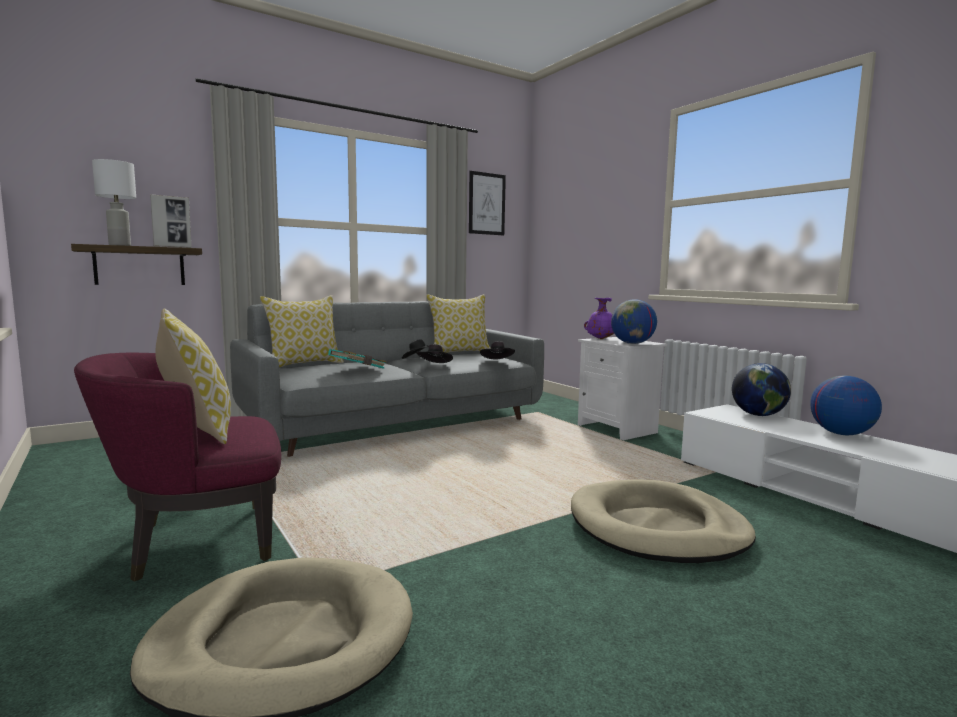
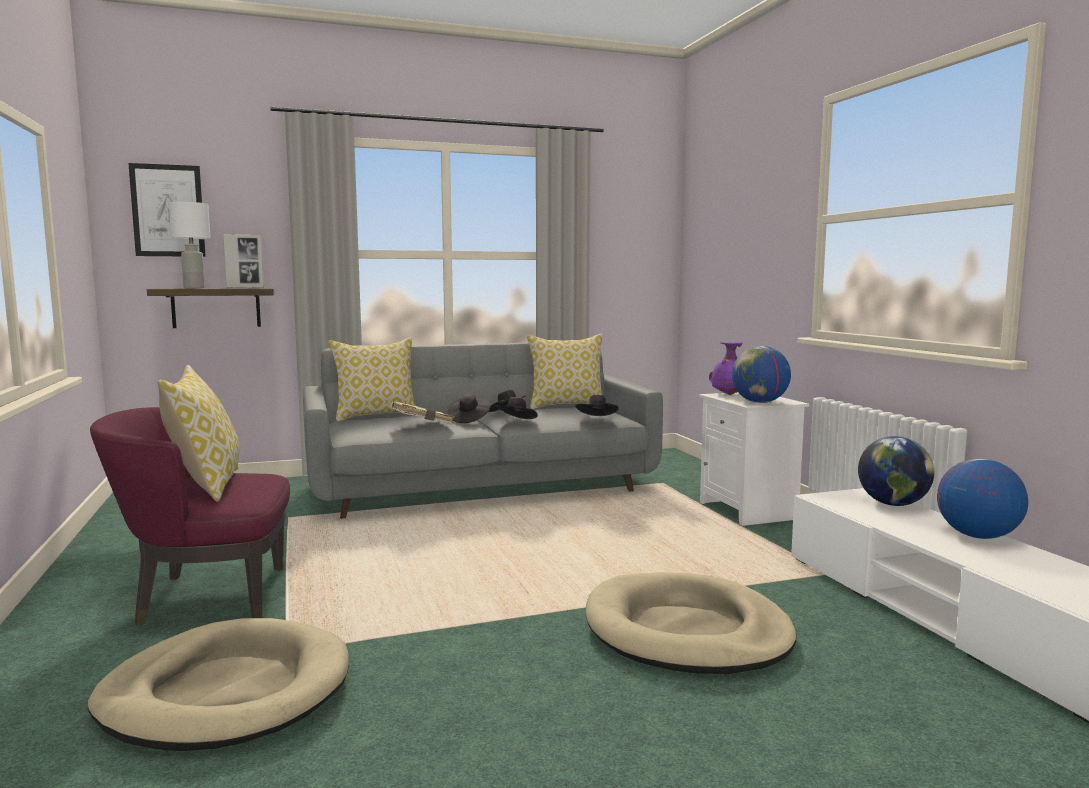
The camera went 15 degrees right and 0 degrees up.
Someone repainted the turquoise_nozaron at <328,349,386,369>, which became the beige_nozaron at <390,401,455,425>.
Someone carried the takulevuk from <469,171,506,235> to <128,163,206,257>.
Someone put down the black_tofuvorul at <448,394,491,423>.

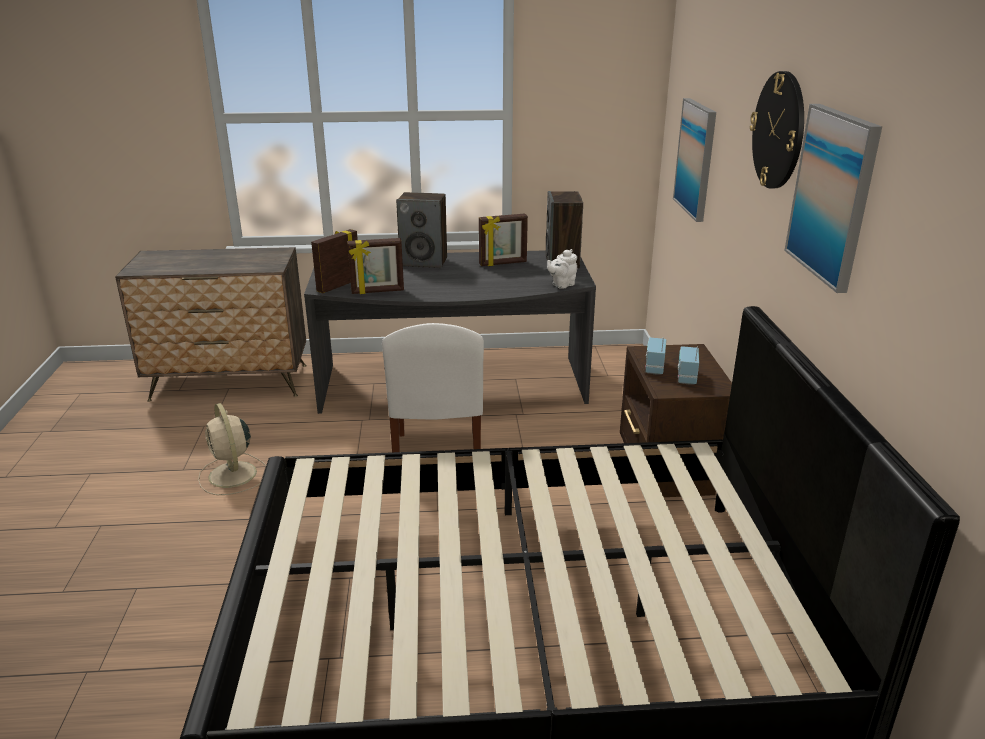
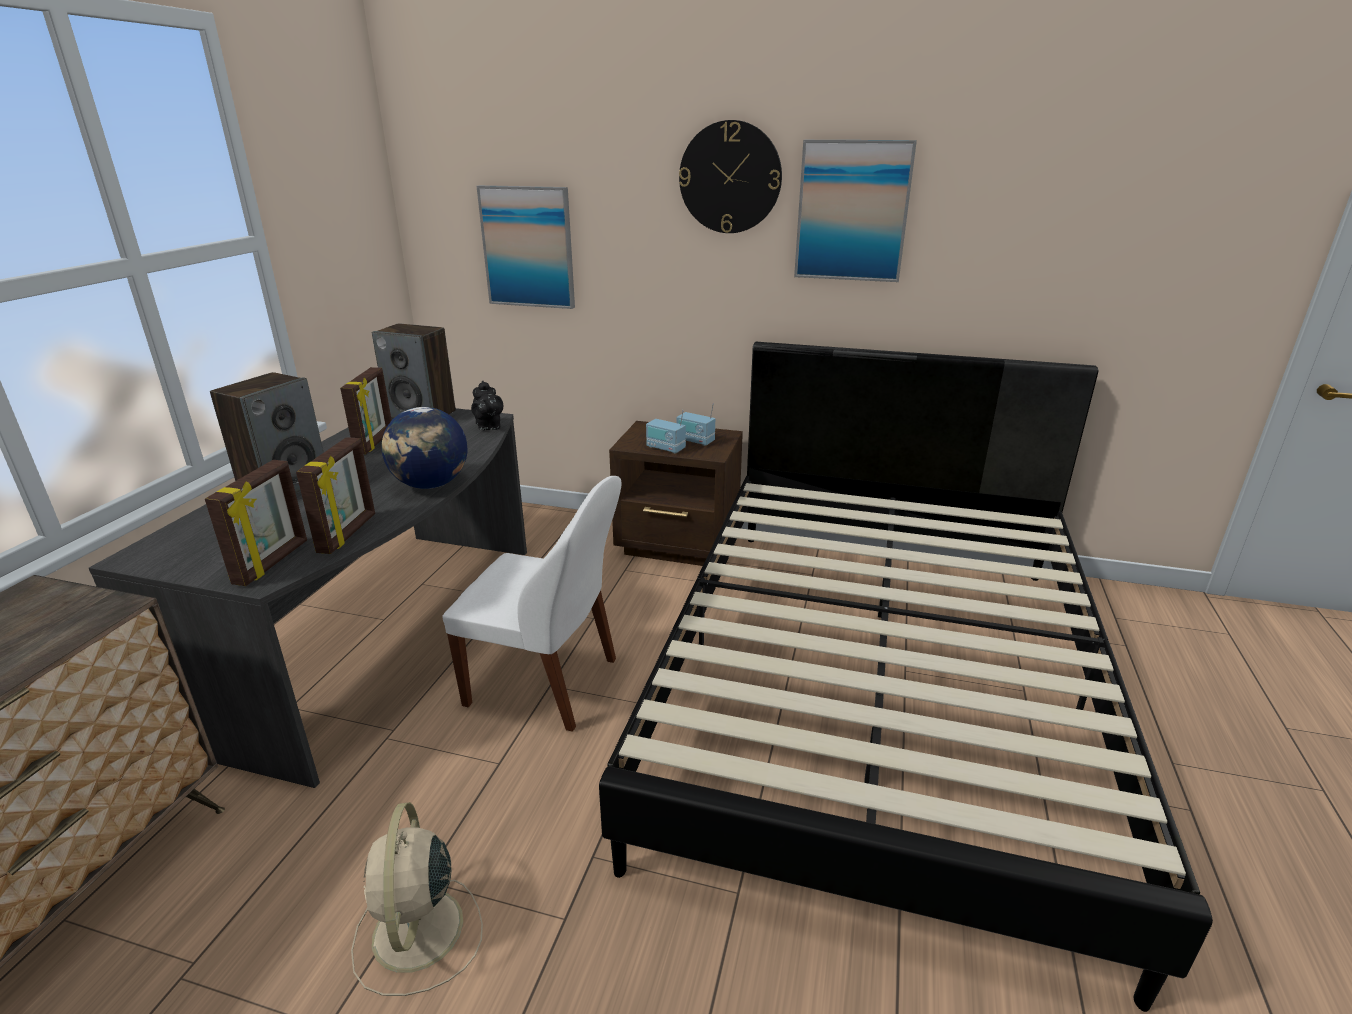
The camera went 70 degrees left and 0 degrees up.
Someone rotated the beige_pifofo at <198,403,266,495> by 90 degrees clockwise.
Someone rotated the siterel at <311,229,358,293> by 135 degrees counterclockwise.
Someone repainted the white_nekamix at <547,249,577,289>, which became the black_nekamix at <471,381,503,430>.
Someone put down the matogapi at <381,407,467,489>.

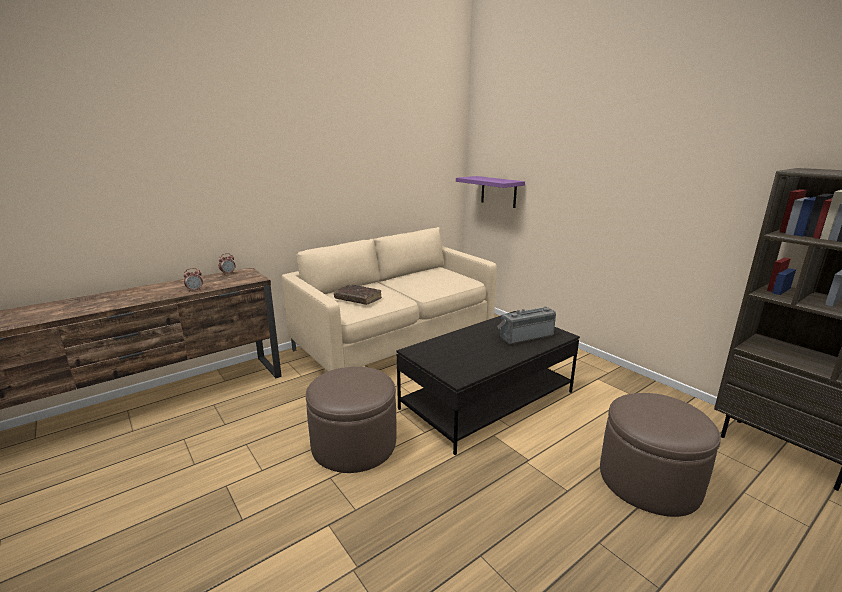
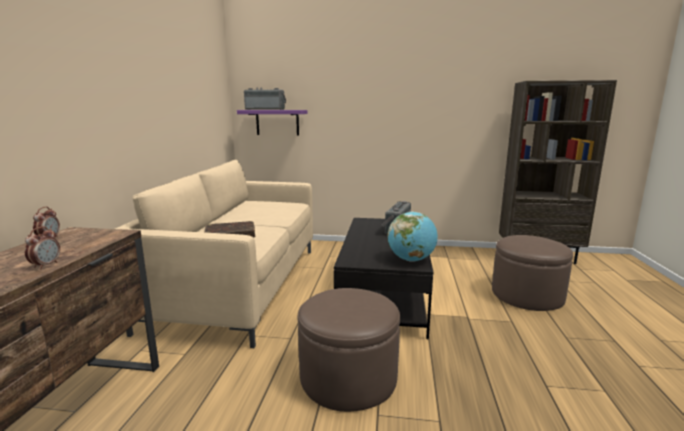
The camera went 45 degrees left and 5 degrees down.
Someone put down the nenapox at <244,88,286,110>.
Someone put down the matogapi at <387,211,438,262>.

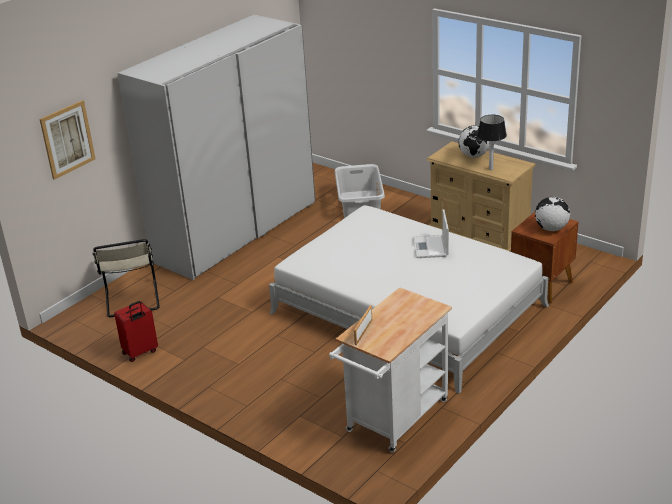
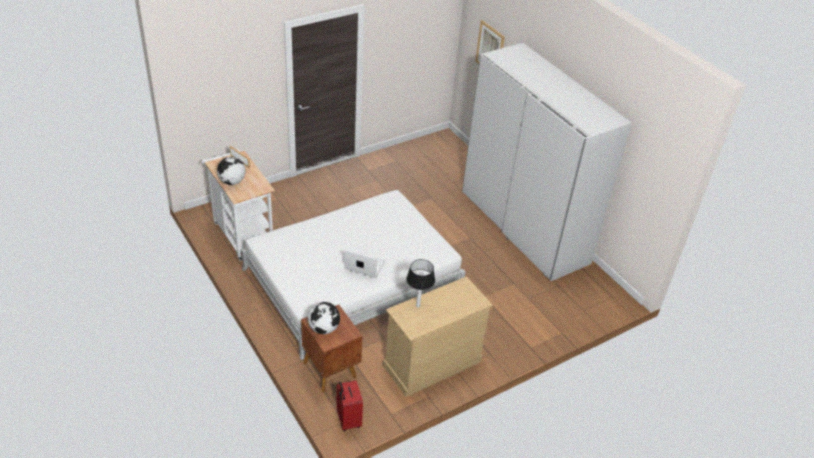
The camera went 105 degrees right and 10 degrees up.
Someone took away the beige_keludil at <93,239,160,317>.
Someone carried the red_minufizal from <114,301,158,362> to <337,380,363,431>.
Someone took away the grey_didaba at <335,164,385,218>.
Someone carried the matogapi from <458,126,490,158> to <217,157,246,185>.

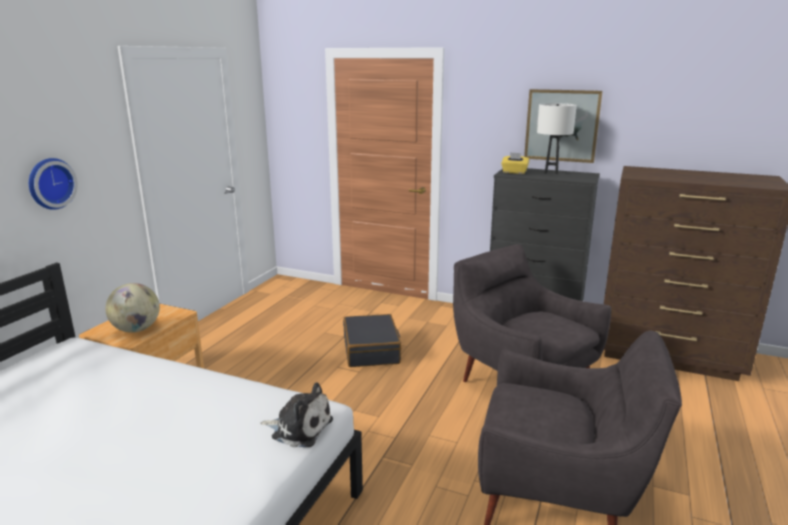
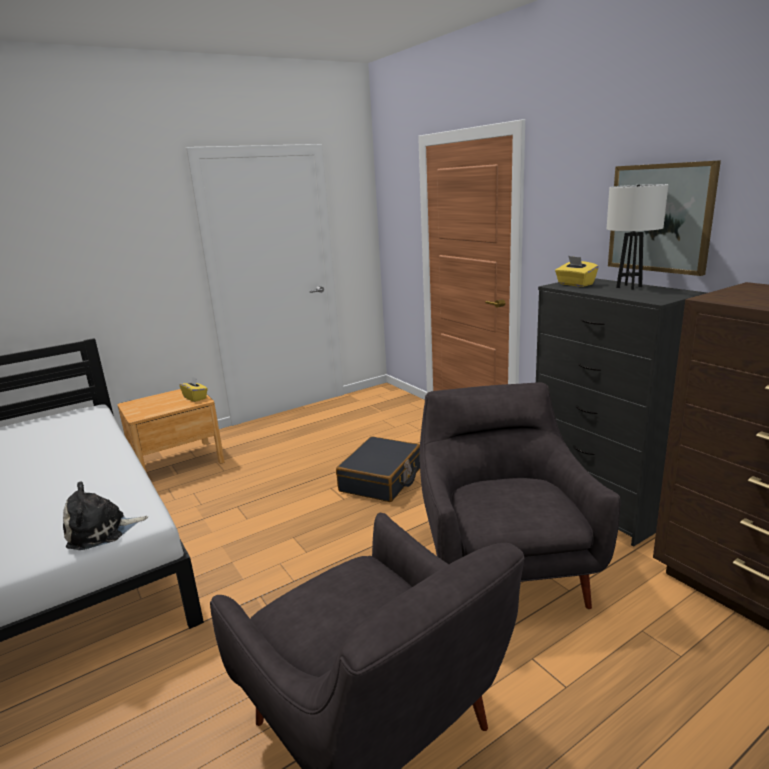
The camera went 35 degrees right and 0 degrees up.
Someone took away the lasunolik at <29,158,78,210>.
Someone took away the matogapi at <105,283,160,333>.
Someone rotated the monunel at <260,382,333,447> by 105 degrees clockwise.
Someone put down the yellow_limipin at <179,376,208,402>.

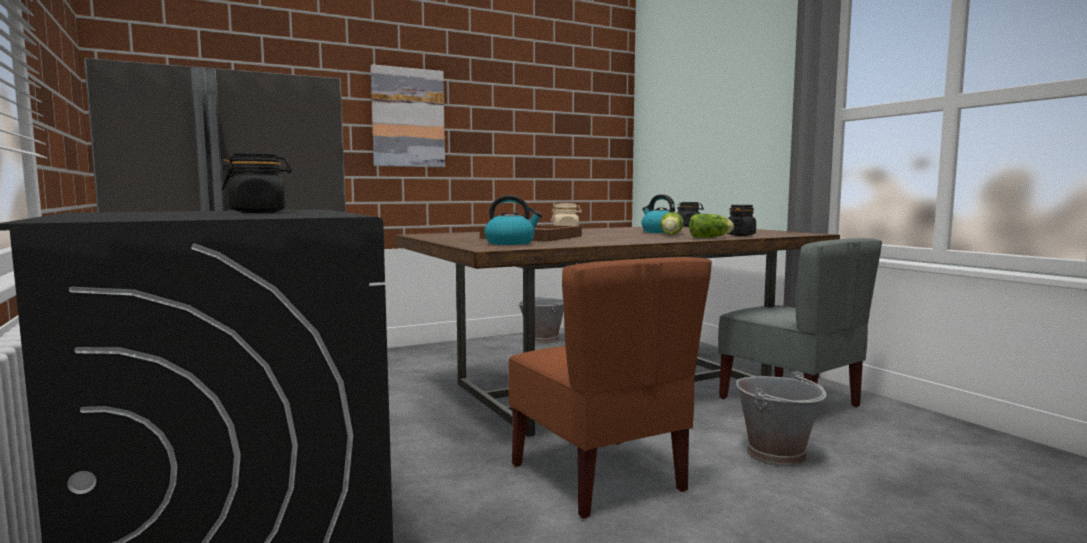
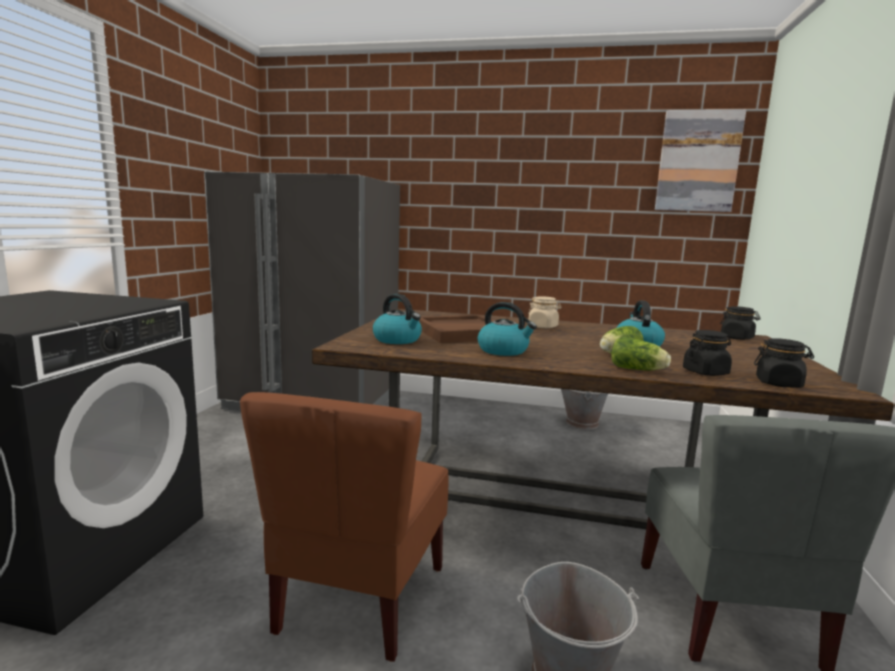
The camera went 40 degrees right and 5 degrees up.
Someone carried the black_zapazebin from <222,152,292,213> to <754,338,814,388>.
Someone carried the takulevuk from <370,64,445,167> to <655,110,746,212>.
Someone put down the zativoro at <478,302,537,356>.

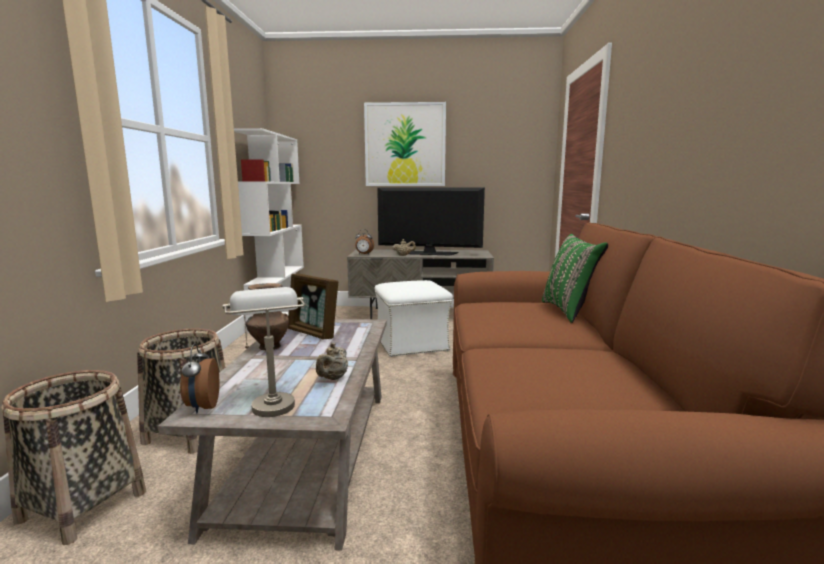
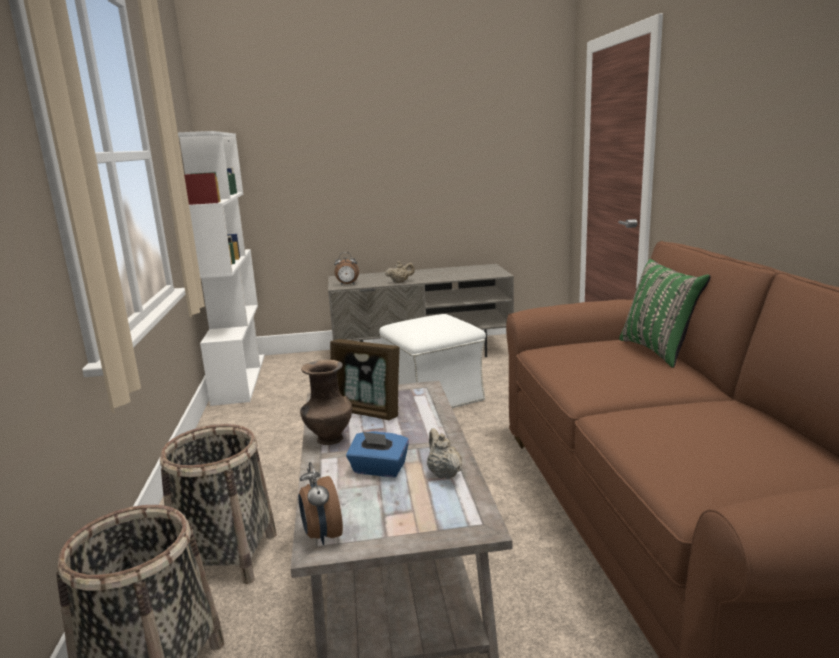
The camera went 10 degrees left and 5 degrees up.
Someone took away the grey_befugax at <223,287,306,417>.
Someone rotated the beige_nekamix at <316,343,348,380> by 150 degrees clockwise.
Someone took away the takulevuk at <364,102,446,186>.
Someone took away the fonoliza at <377,187,485,256>.
Someone put down the blue_limipin at <346,431,409,477>.

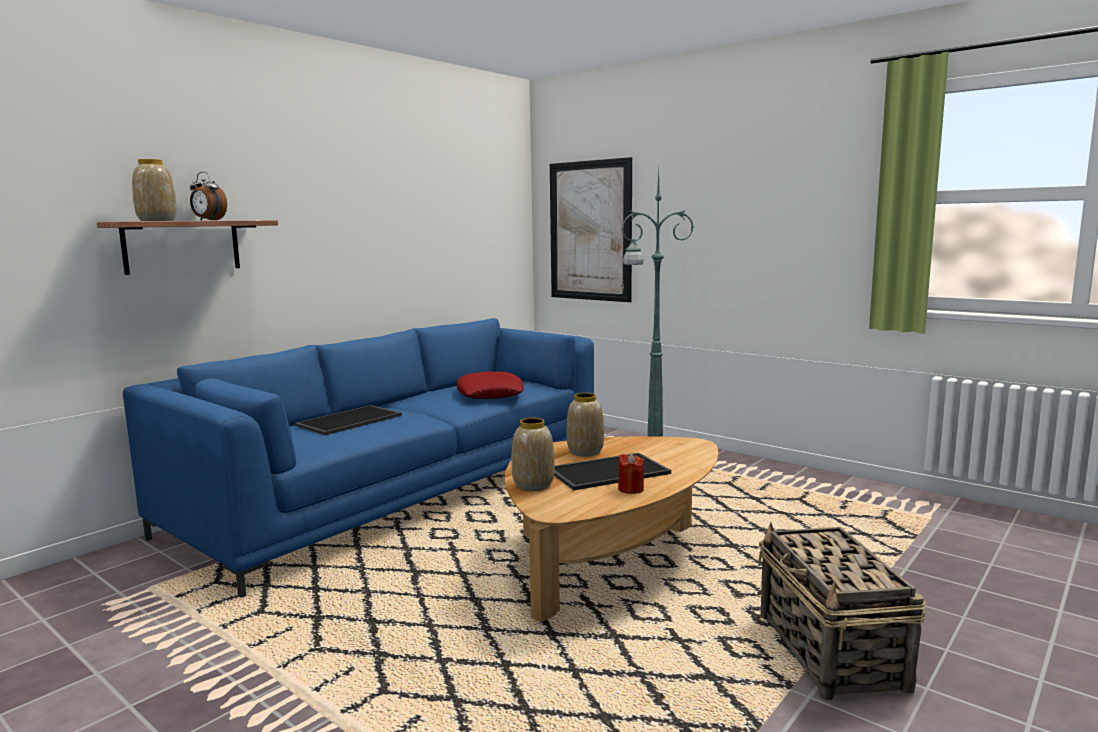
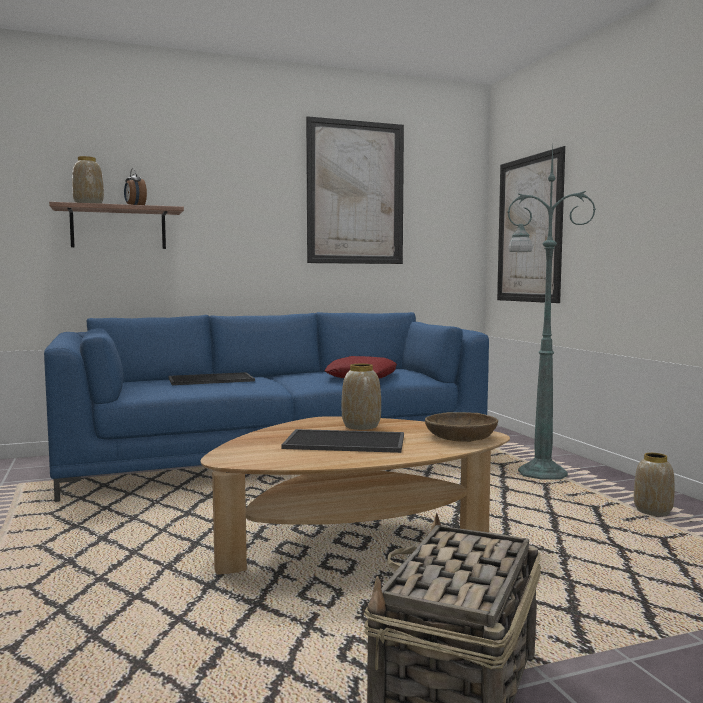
The camera went 30 degrees right and 5 degrees down.
Someone carried the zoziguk from <511,418,555,491> to <634,453,675,517>.
Someone took away the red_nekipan at <618,453,644,494>.
Someone put up the takulevuk at <306,116,404,264>.
Someone put down the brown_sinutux at <425,412,498,442>.

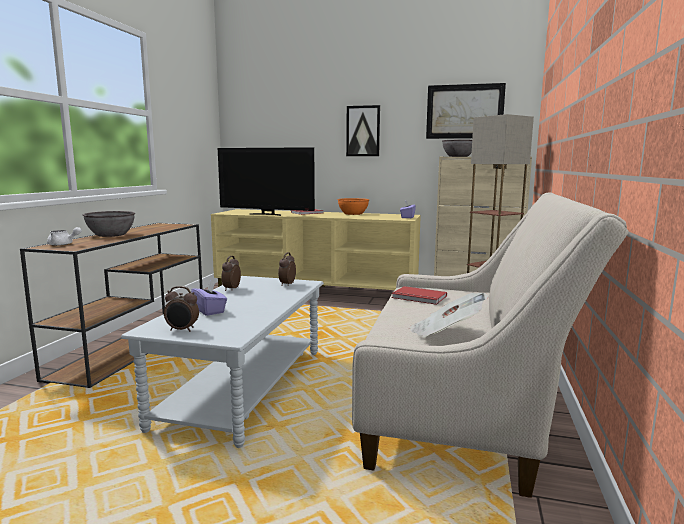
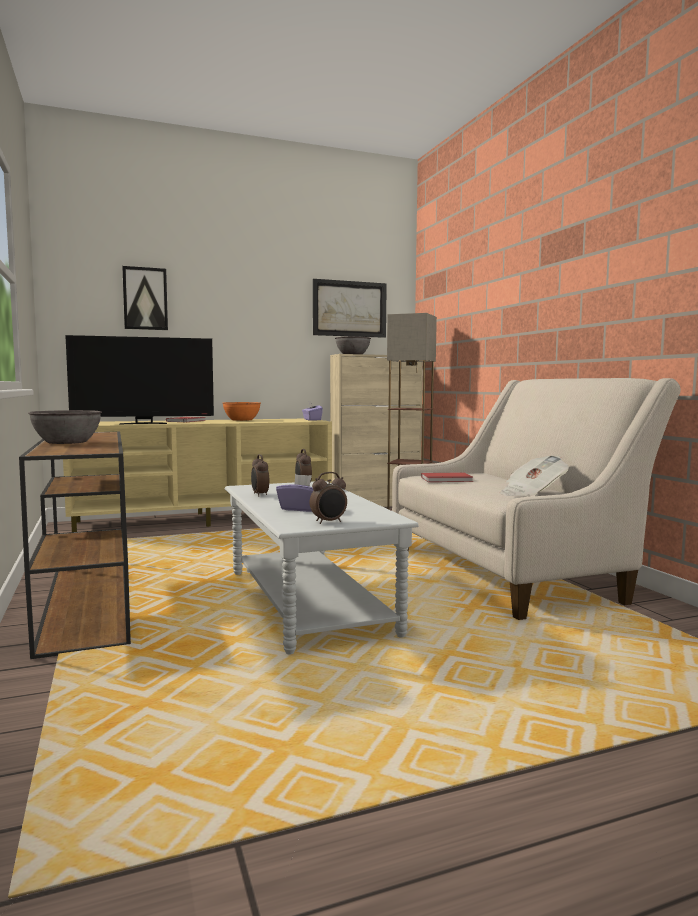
The camera went 35 degrees left and 5 degrees down.
Someone took away the white_nekamix at <47,227,82,246>.
Someone carried the takulevuk from <346,105,380,156> to <122,266,168,330>.

